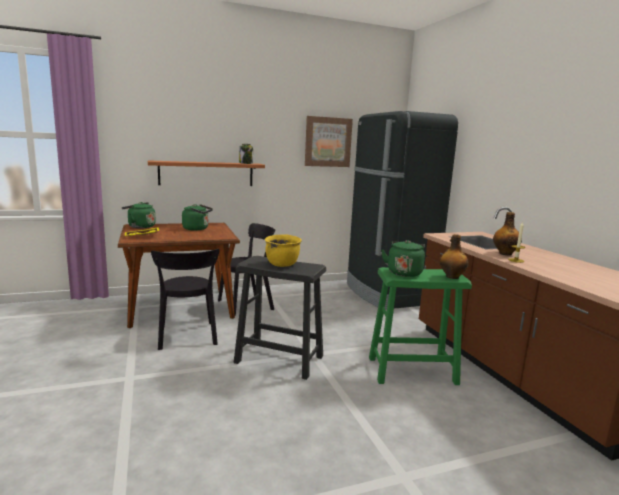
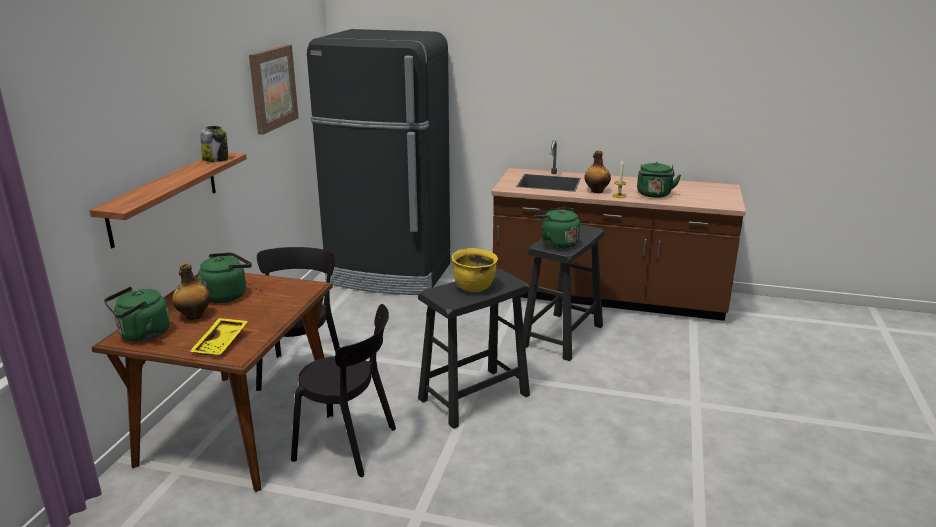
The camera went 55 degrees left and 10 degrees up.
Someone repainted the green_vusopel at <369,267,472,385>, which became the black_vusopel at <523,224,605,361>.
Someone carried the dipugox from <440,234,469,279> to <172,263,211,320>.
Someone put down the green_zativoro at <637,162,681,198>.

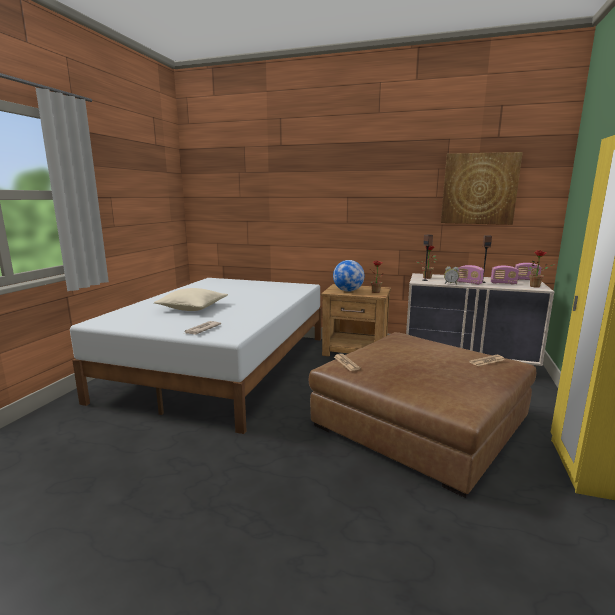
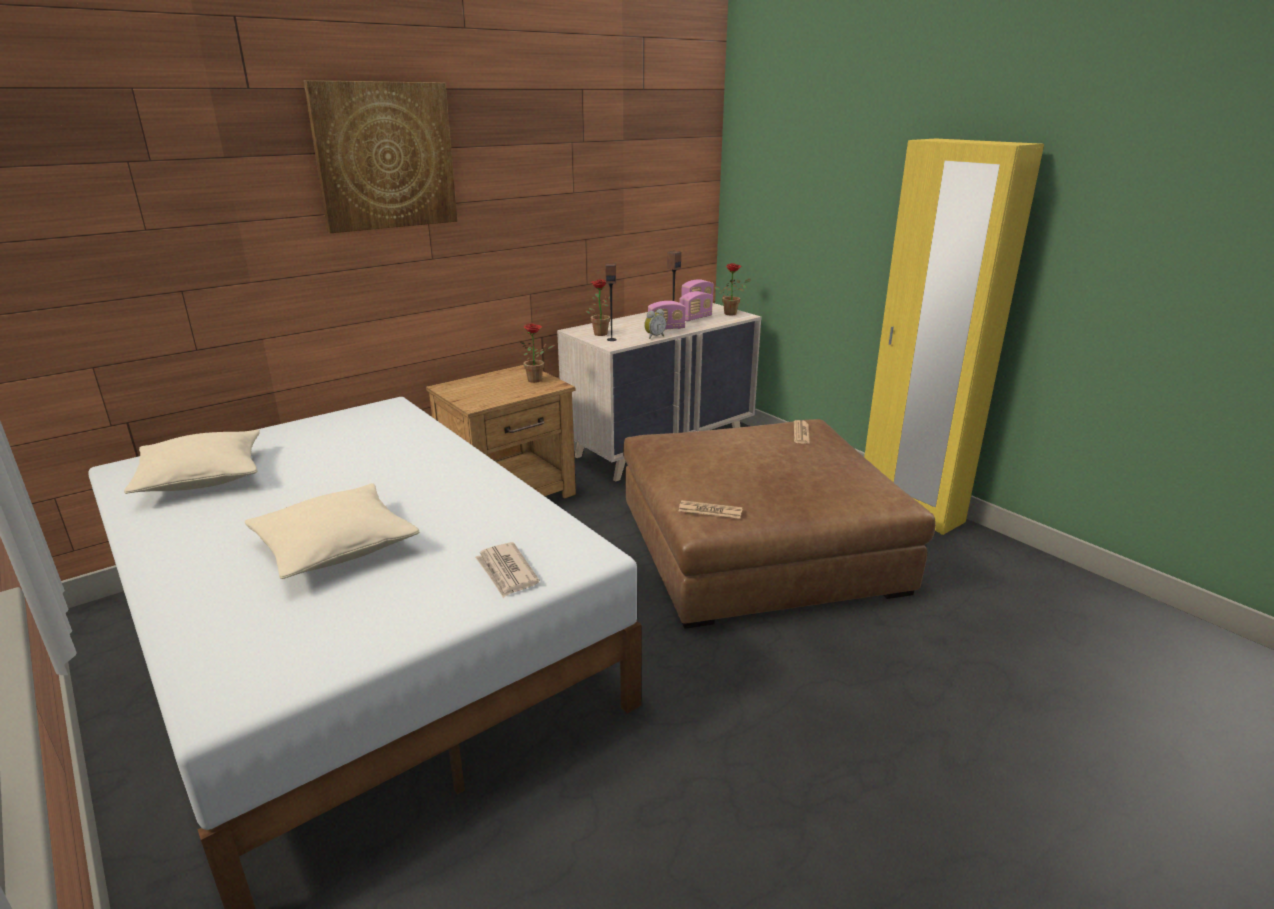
The camera went 55 degrees left and 10 degrees up.
Someone took away the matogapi at <333,260,365,292>.
Someone carried the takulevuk from <441,152,523,225> to <304,80,458,233>.
Someone put down the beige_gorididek at <124,430,260,494>.

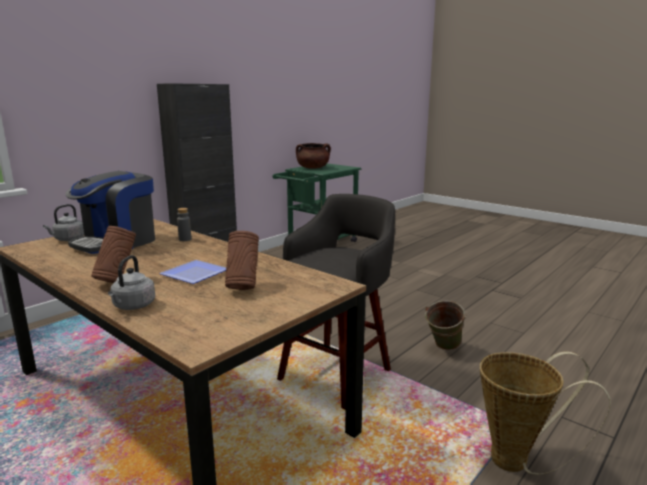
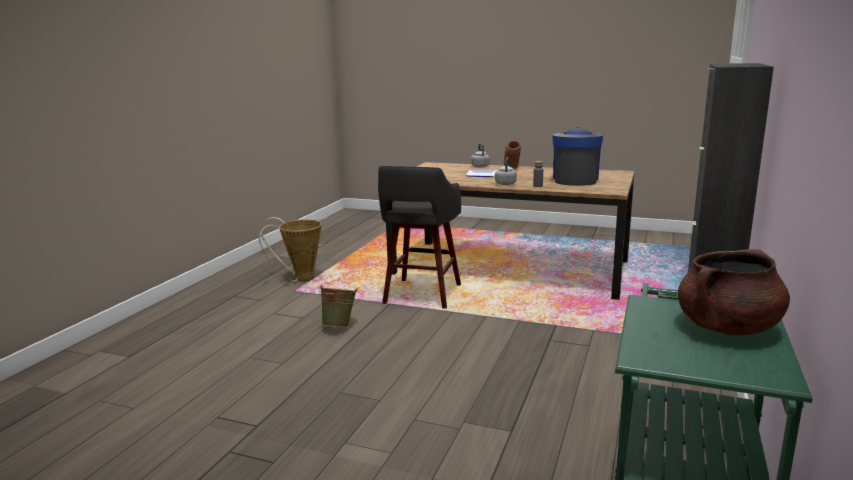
The camera went 160 degrees right and 0 degrees up.
Someone carried the grey_zativoro from <43,204,84,241> to <495,157,517,185>.
Someone took away the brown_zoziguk at <225,231,259,290>.

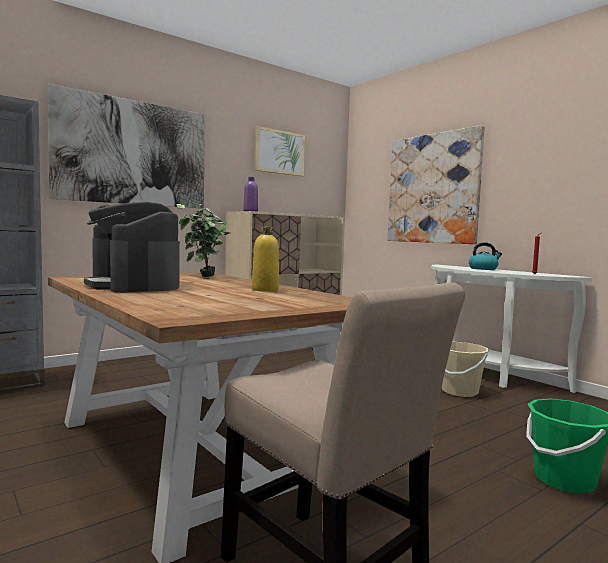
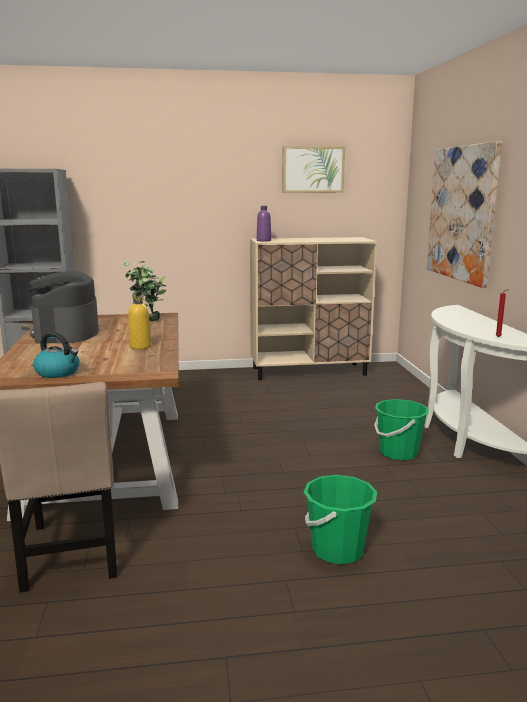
The camera went 30 degrees right and 10 degrees up.
Someone took away the takulevuk at <47,84,205,209>.
Someone repainted the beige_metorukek at <442,342,489,397>, which became the green_metorukek at <374,399,429,460>.
Someone carried the zativoro from <469,242,502,270> to <33,332,80,378>.

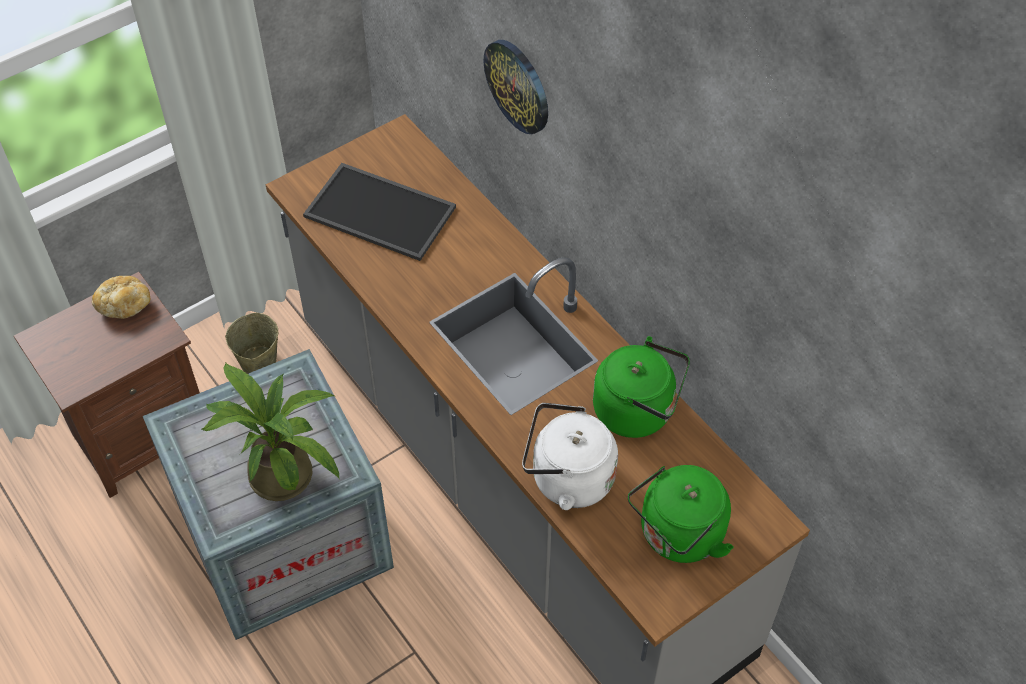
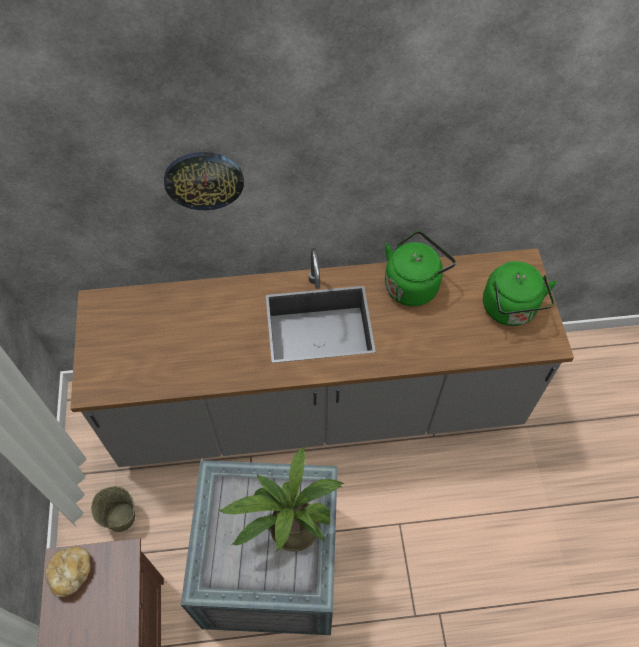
The camera went 60 degrees left and 5 degrees up.
Someone took away the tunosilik at <303,163,456,261>.
Someone took away the white_zativoro at <522,403,618,510>.

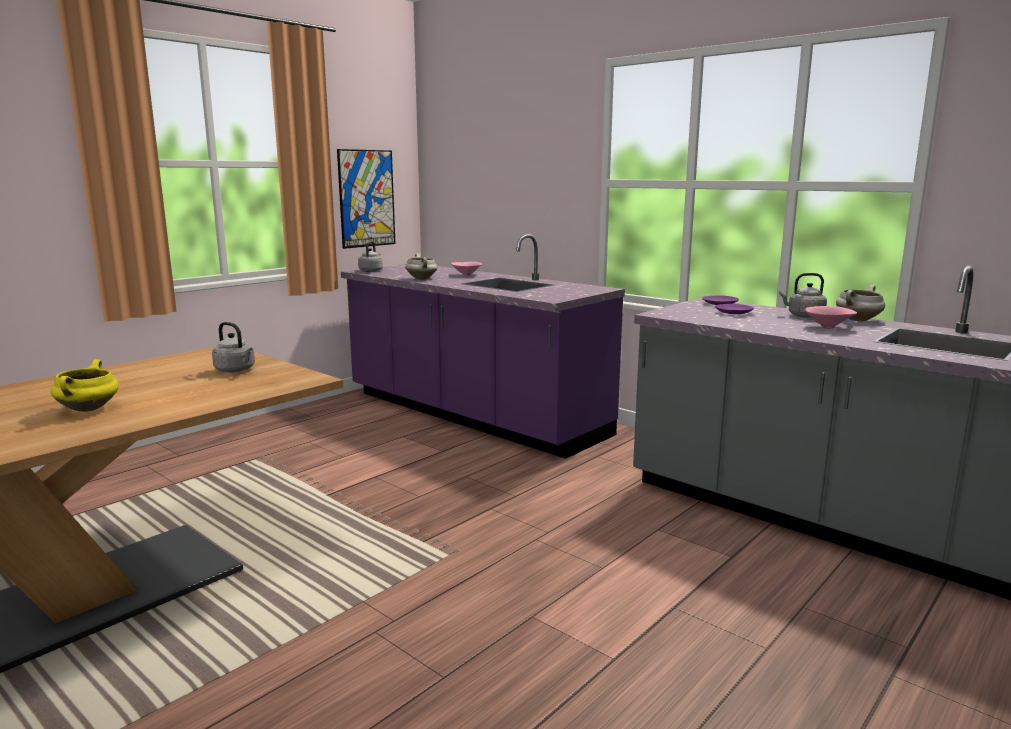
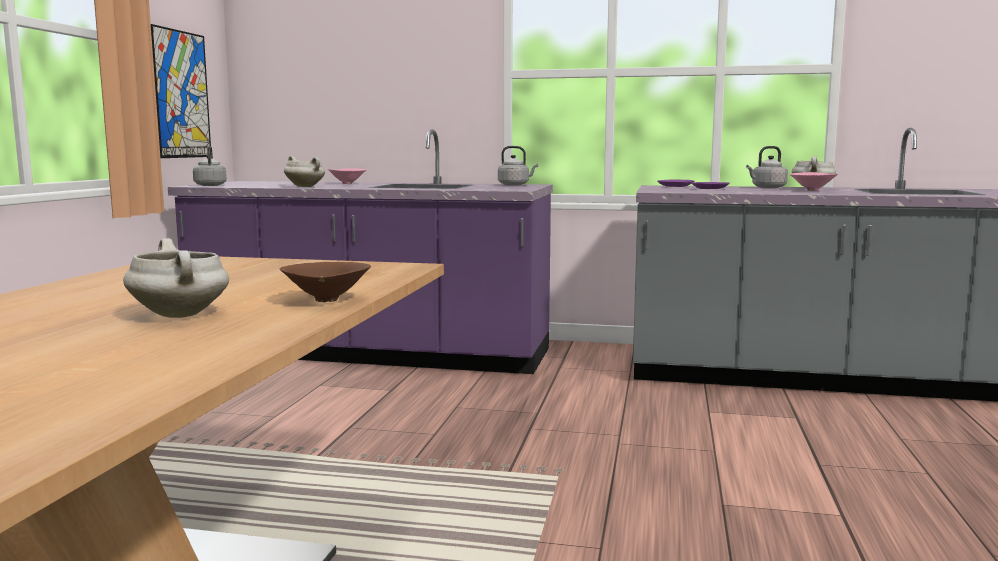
The camera went 30 degrees left and 5 degrees down.
Someone repainted the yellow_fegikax at <50,359,119,412>, which became the white_fegikax at <123,238,229,318>.
Someone carried the grey_zativoro from <212,322,255,372> to <498,146,538,186>.
Someone put down the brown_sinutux at <280,262,371,302>.

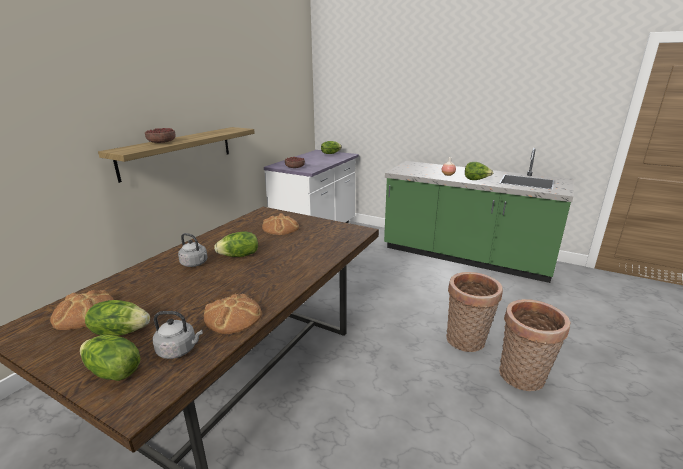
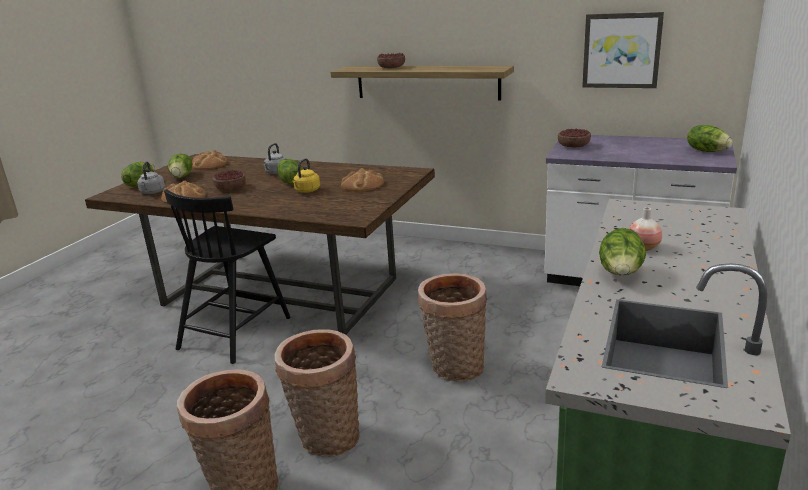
The camera went 85 degrees right and 0 degrees up.
Someone put down the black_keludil at <164,189,291,364>.
Someone put down the sinutux at <213,170,246,190>.
Someone put down the yellow_zativoro at <292,158,320,193>.
Someone put down the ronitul at <418,273,487,382>.
Someone put up the takulevuk at <582,12,664,88>.

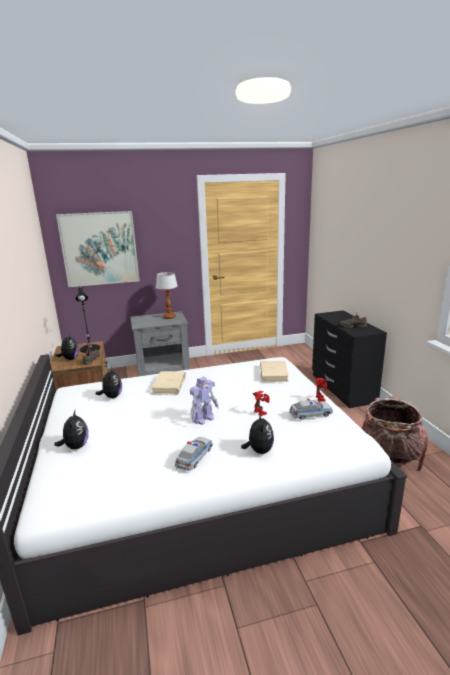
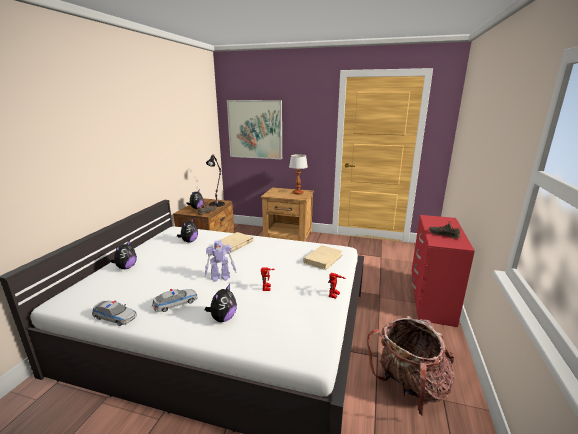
The camera went 30 degrees right and 0 degrees up.
Someone repainted the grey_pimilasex at <130,311,190,376>, which became the brown_pimilasex at <261,187,314,242>.
Someone carried the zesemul from <290,399,333,420> to <92,301,137,326>.
Someone repainted the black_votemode at <312,311,387,408>, which became the red_votemode at <411,215,475,327>.

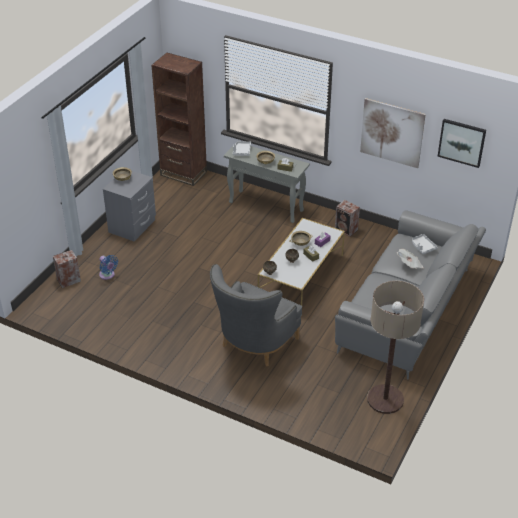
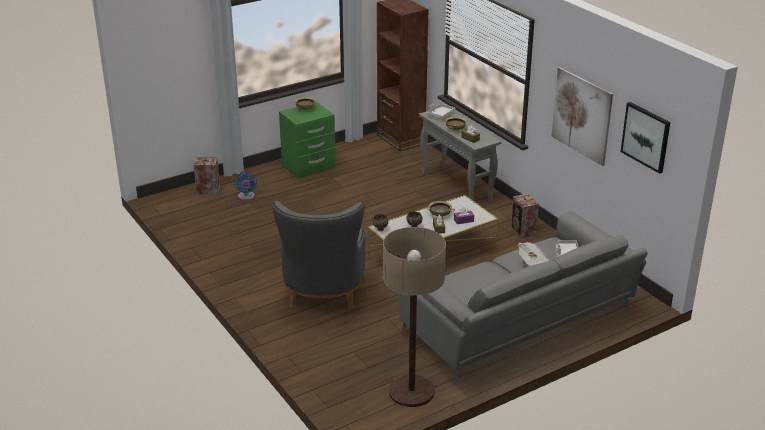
The camera went 30 degrees right and 10 degrees down.
Someone repainted the grey_pimilasex at <103,171,156,241>, which became the green_pimilasex at <279,102,336,178>.
Someone rotated the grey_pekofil at <210,264,302,366> by 60 degrees counterclockwise.

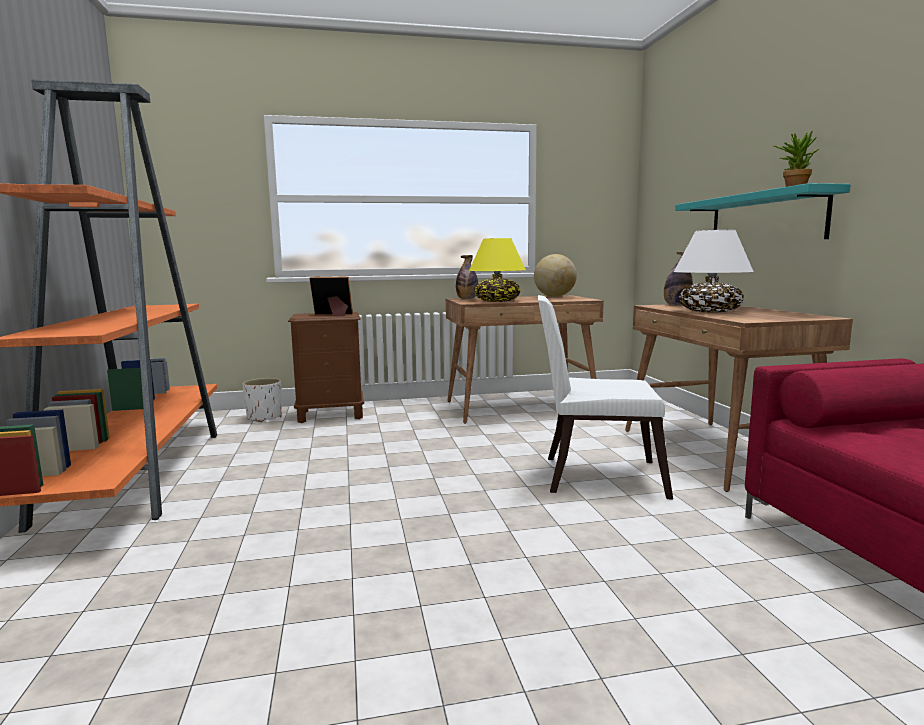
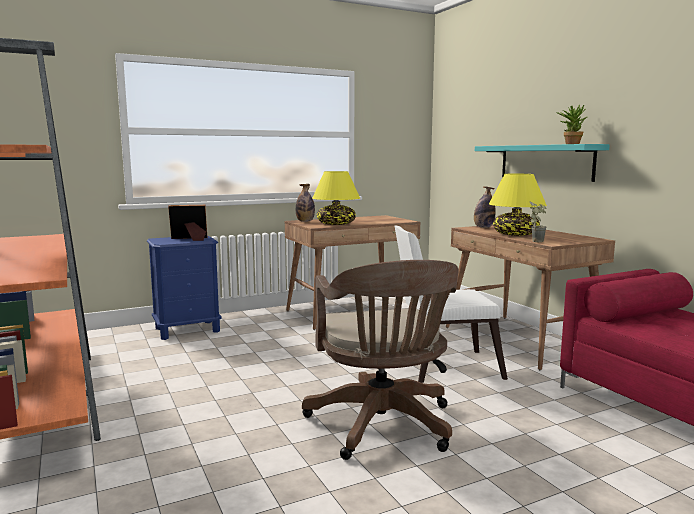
The camera went 15 degrees left and 0 degrees up.
Someone took away the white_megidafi at <242,378,282,422>.
Someone repainted the brown_pimilasex at <288,312,364,423>, which became the blue_pimilasex at <147,235,222,340>.
Someone took away the matogapi at <534,254,577,297>.
Someone repainted the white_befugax at <673,230,754,313>, which became the yellow_befugax at <489,174,547,236>.
Someone put down the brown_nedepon at <302,260,459,460>.
Someone put down the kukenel at <530,202,546,242>.

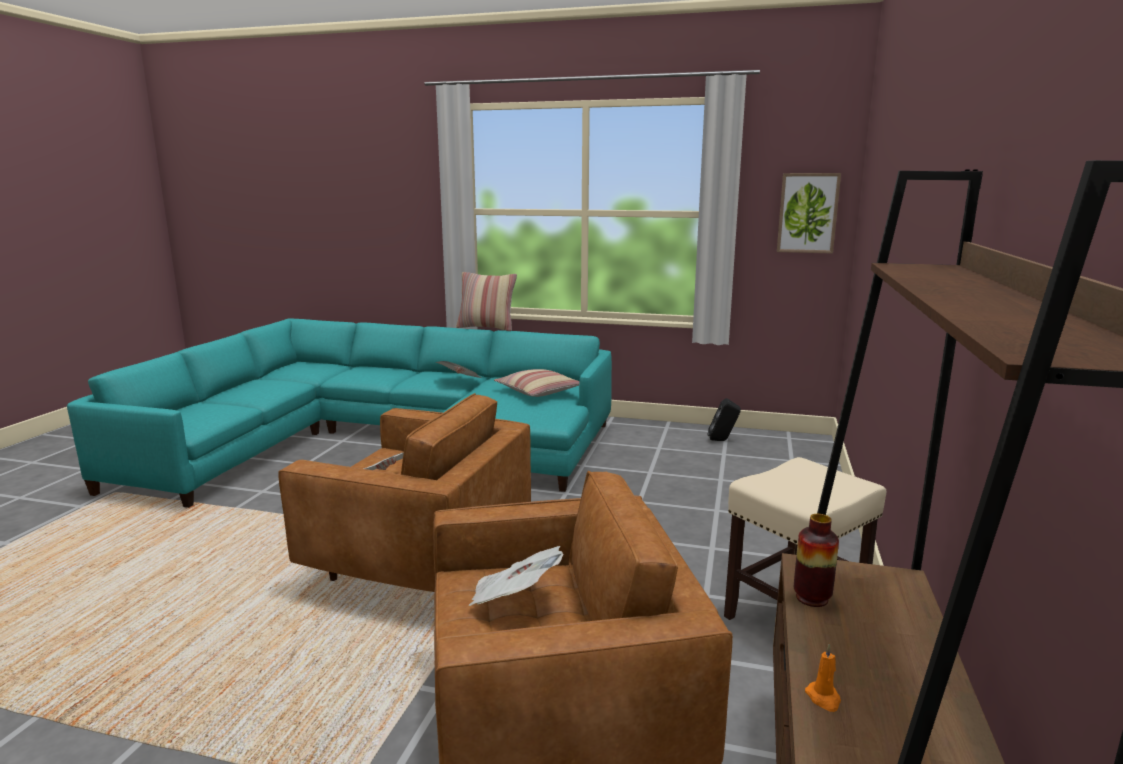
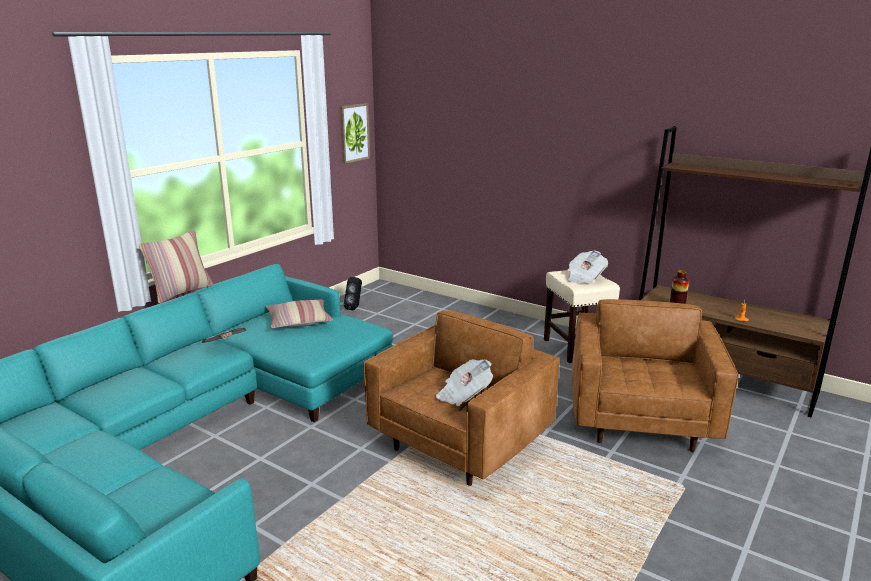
The camera went 70 degrees left and 5 degrees up.
Someone carried the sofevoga from <469,546,563,606> to <567,251,608,283>.

